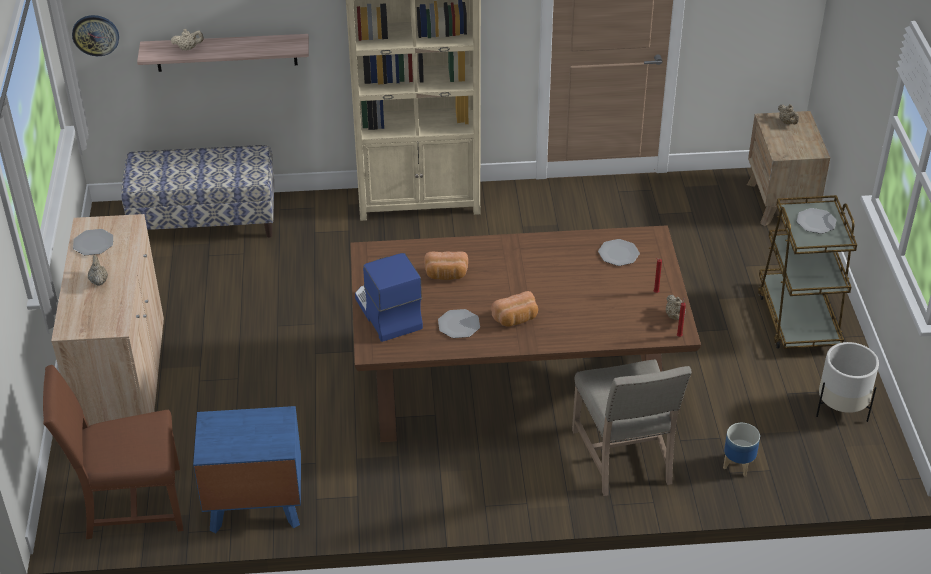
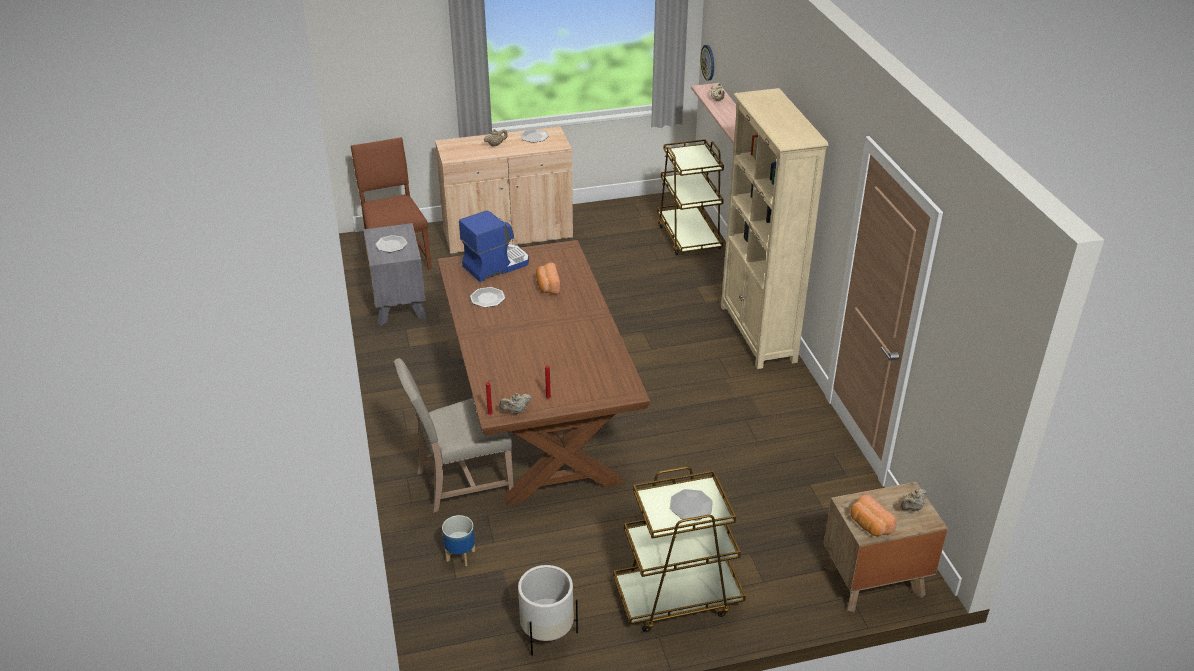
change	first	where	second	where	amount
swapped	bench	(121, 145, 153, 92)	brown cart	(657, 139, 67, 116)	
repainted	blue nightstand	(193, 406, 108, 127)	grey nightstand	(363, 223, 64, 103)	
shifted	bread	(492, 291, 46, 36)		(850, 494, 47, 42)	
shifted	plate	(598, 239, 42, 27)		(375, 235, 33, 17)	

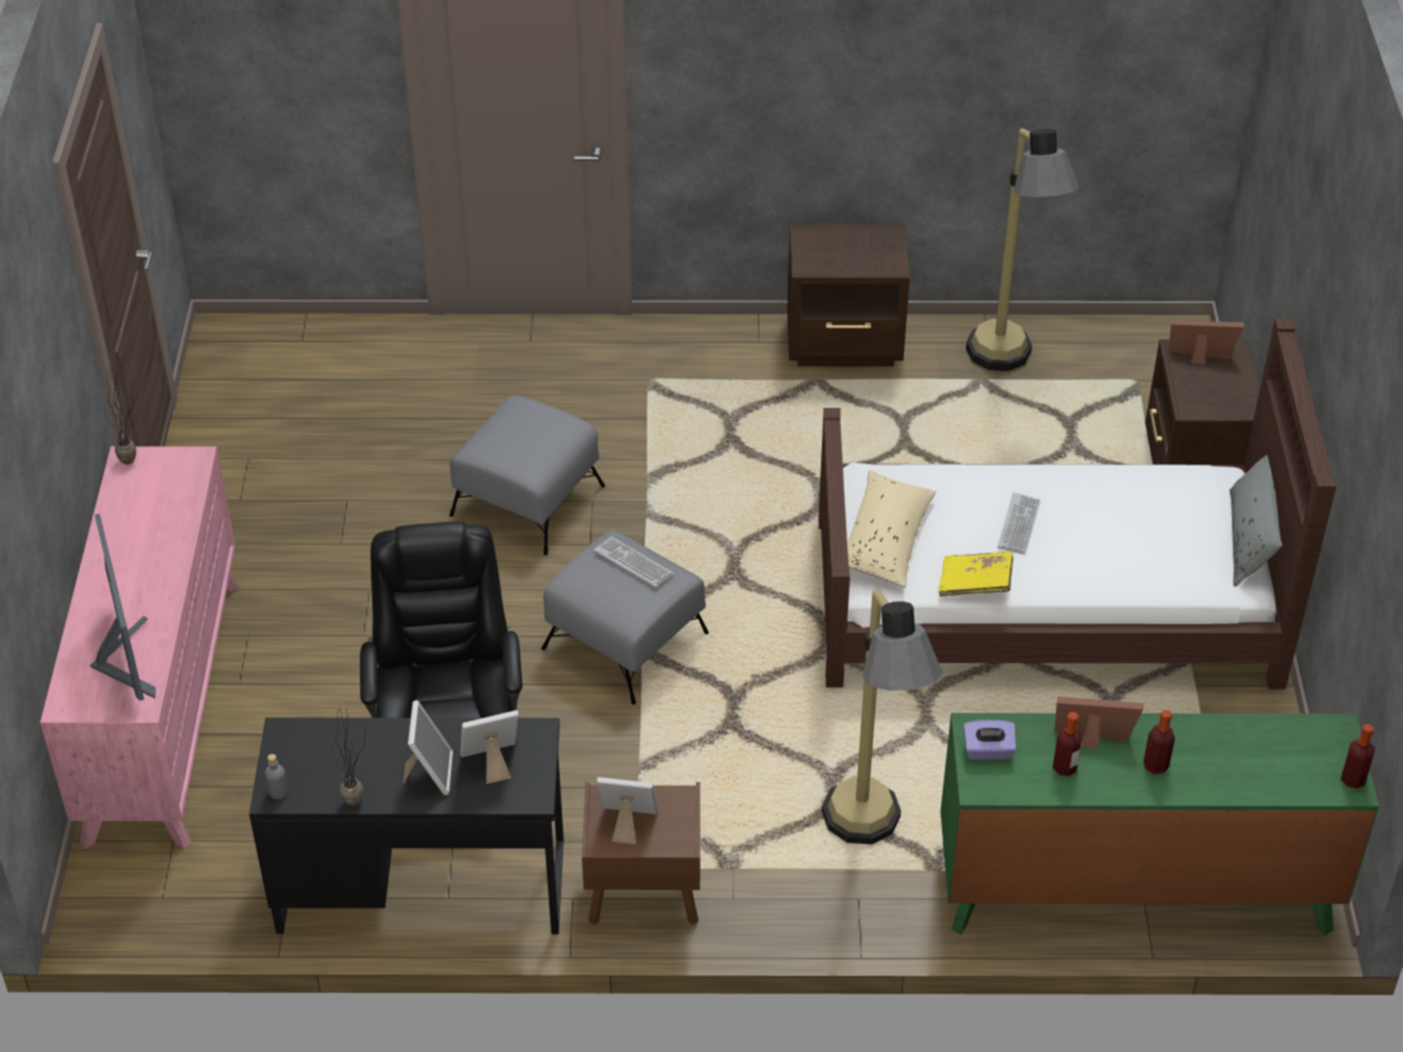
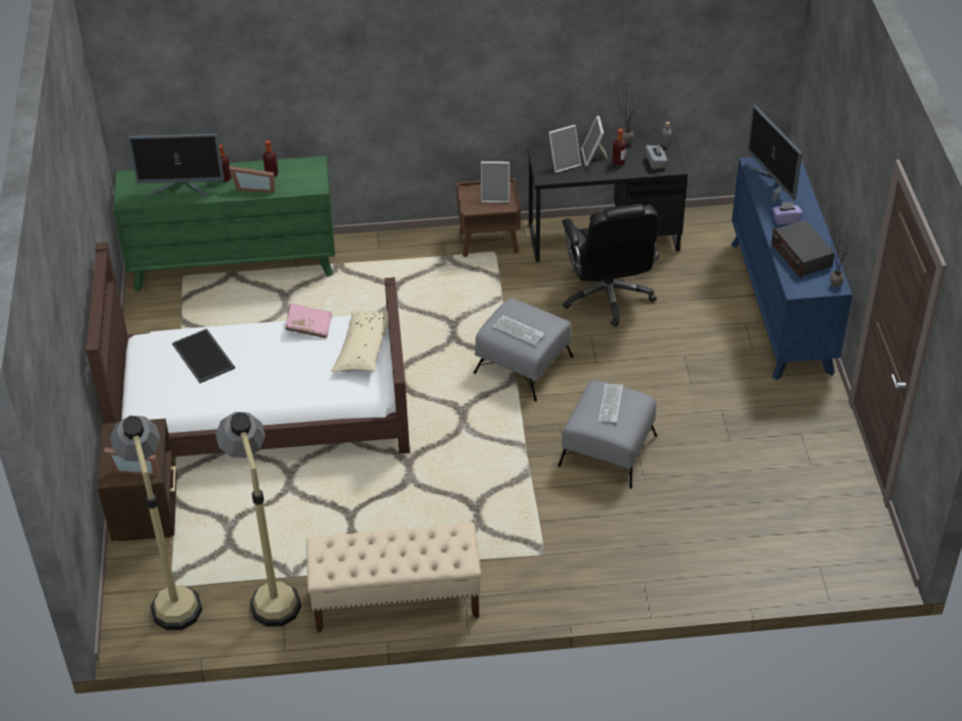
change	first	where	second	where	amount
repainted	pink dresser	(40, 446, 200, 403)	blue dresser	(731, 157, 122, 223)	
swapped	brown nightstand	(787, 225, 123, 141)	beige bench	(306, 523, 175, 109)	
shifted	floor lamp	(822, 589, 121, 255)		(110, 416, 93, 214)	
repainted	yellow book	(938, 551, 75, 45)	pink book	(285, 303, 47, 35)	
shifted	purple tissue box	(963, 720, 53, 40)		(772, 202, 31, 23)	
shifted	keyboard	(997, 492, 43, 63)		(598, 384, 25, 39)	
gone	grey pillow	(1230, 455, 52, 132)			
shifted	bottle	(1341, 724, 34, 65)		(612, 129, 14, 37)	
new			monitor	(128, 134, 96, 63)	
new			tray	(172, 329, 63, 54)	
new			grey tissue box	(646, 143, 21, 26)	
new			radio	(771, 220, 64, 59)	

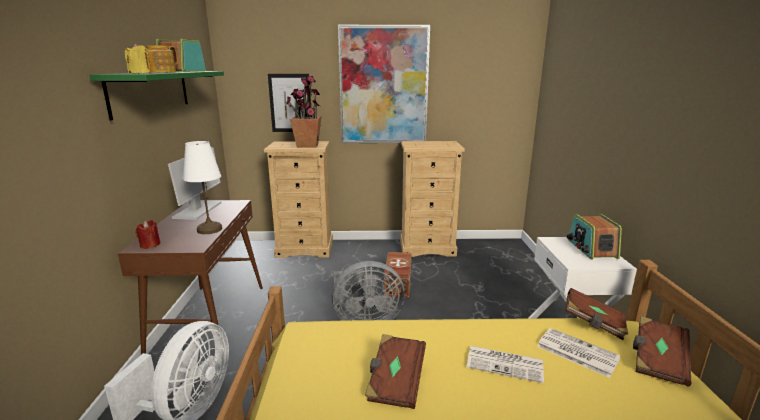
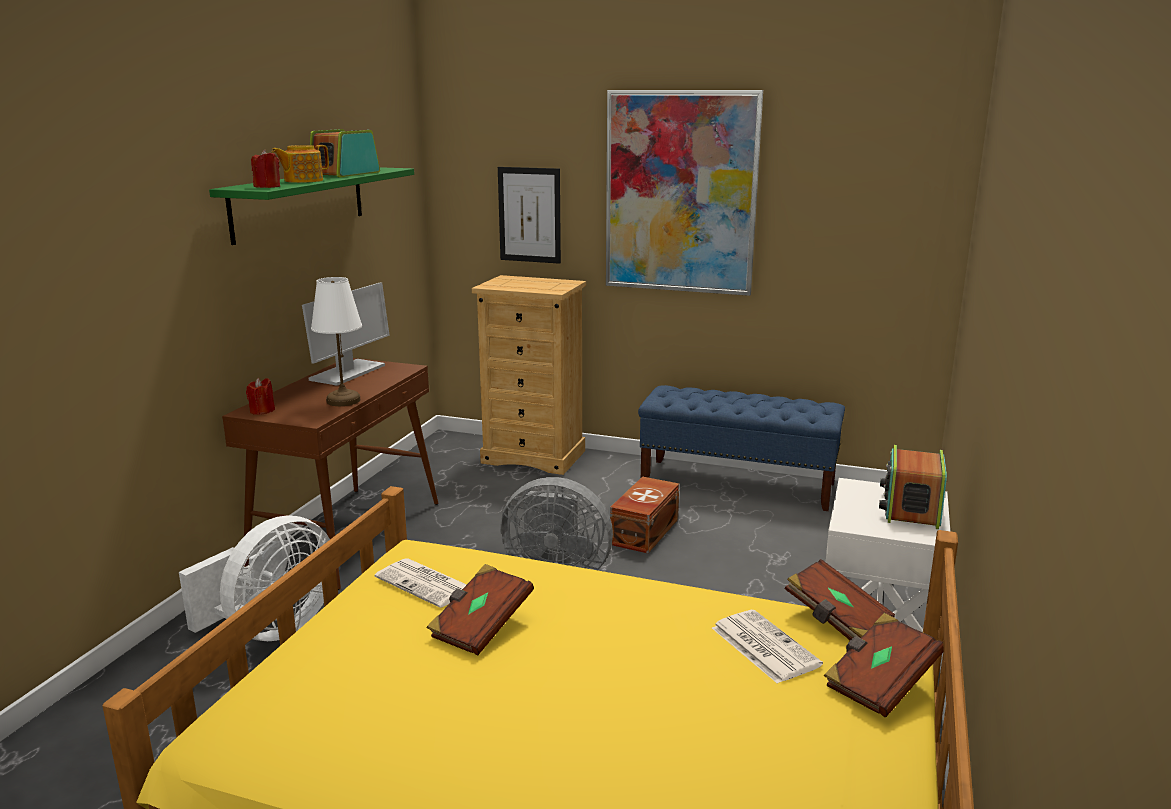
change	first	where	second	where	amount
repainted	yellow candle	(124, 44, 26, 29)	red candle	(251, 150, 29, 38)	
gone	potted plant	(286, 76, 35, 72)			
swapped	beige dresser	(400, 141, 65, 116)	blue bench	(638, 385, 207, 126)	
shifted	newspaper	(467, 346, 77, 37)		(375, 558, 92, 50)	

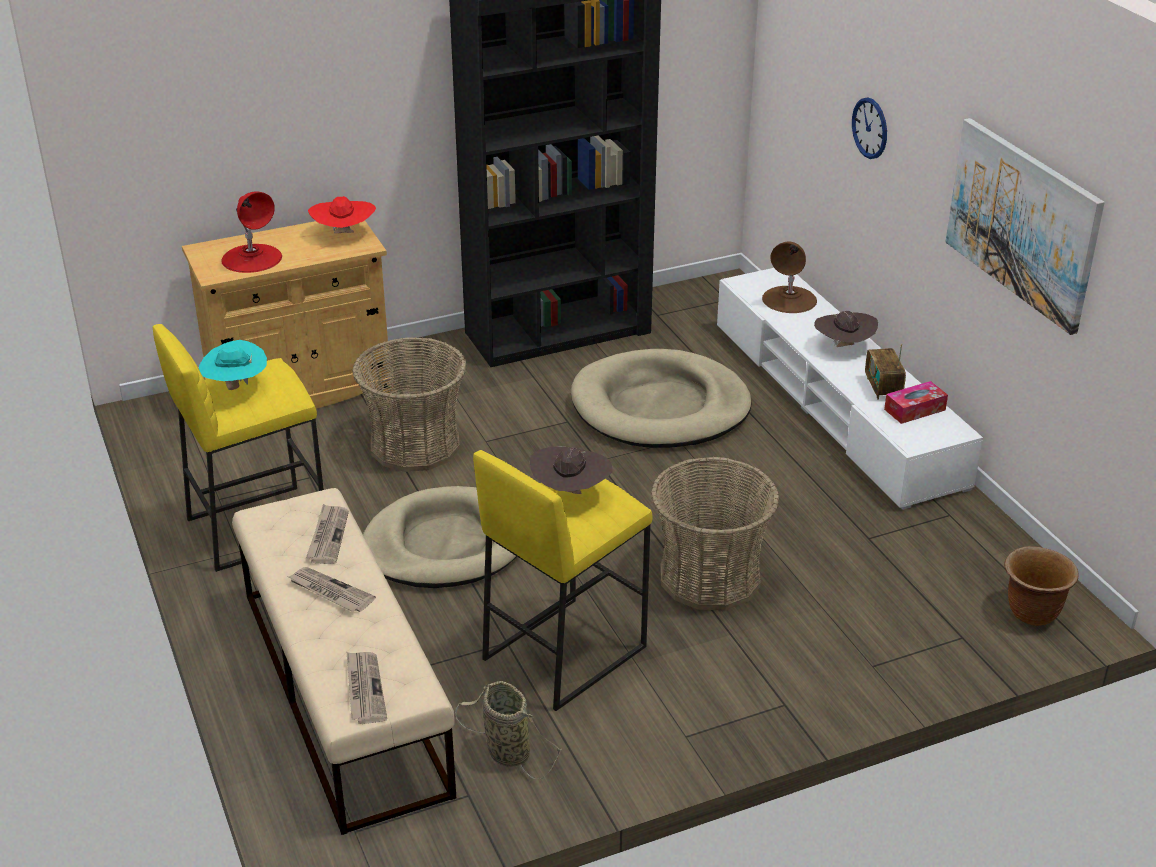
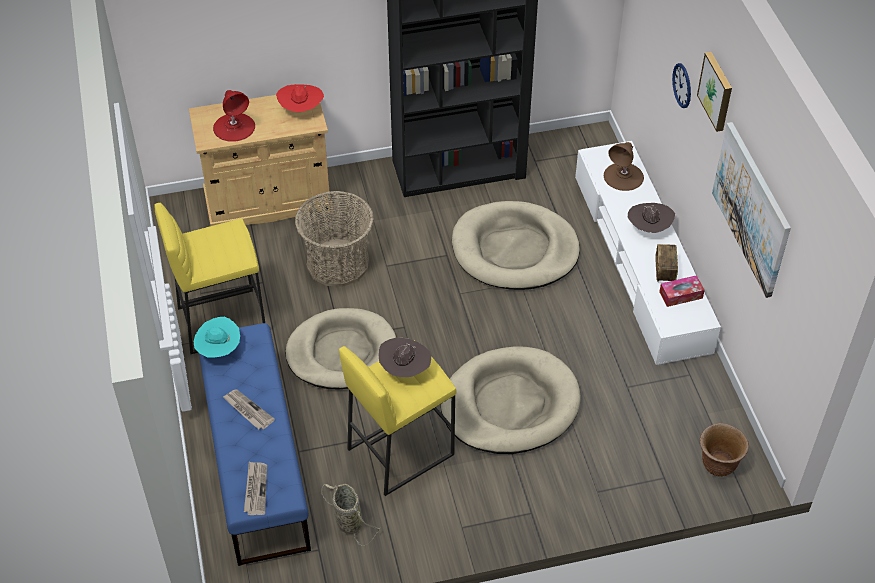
change	first	where	second	where	amount
shifted	turquoise hat	(199, 340, 68, 50)		(194, 317, 46, 41)	
repainted	beige bench	(232, 488, 224, 347)	blue bench	(199, 323, 112, 243)	
gone	newspaper	(306, 504, 43, 60)			
swapped	basket	(651, 457, 128, 153)	beige dog bed	(441, 346, 140, 108)	
new			picture	(697, 52, 35, 80)	

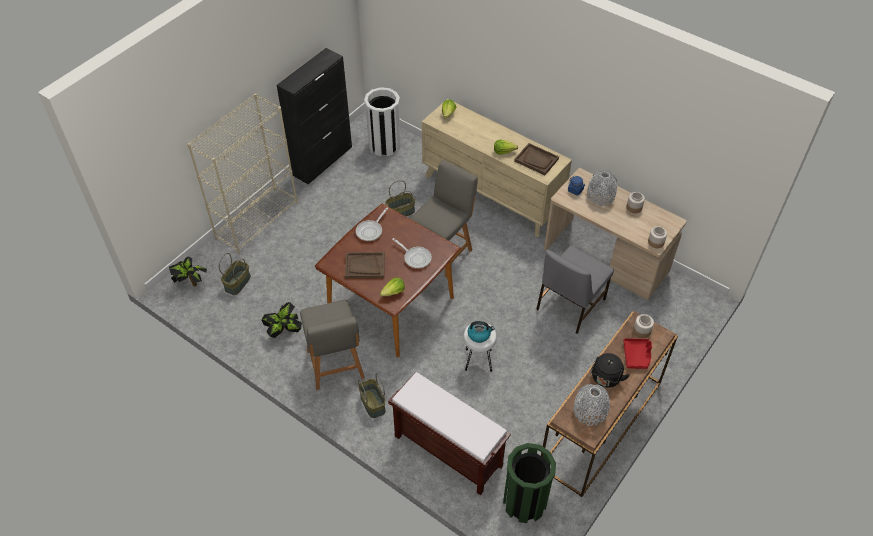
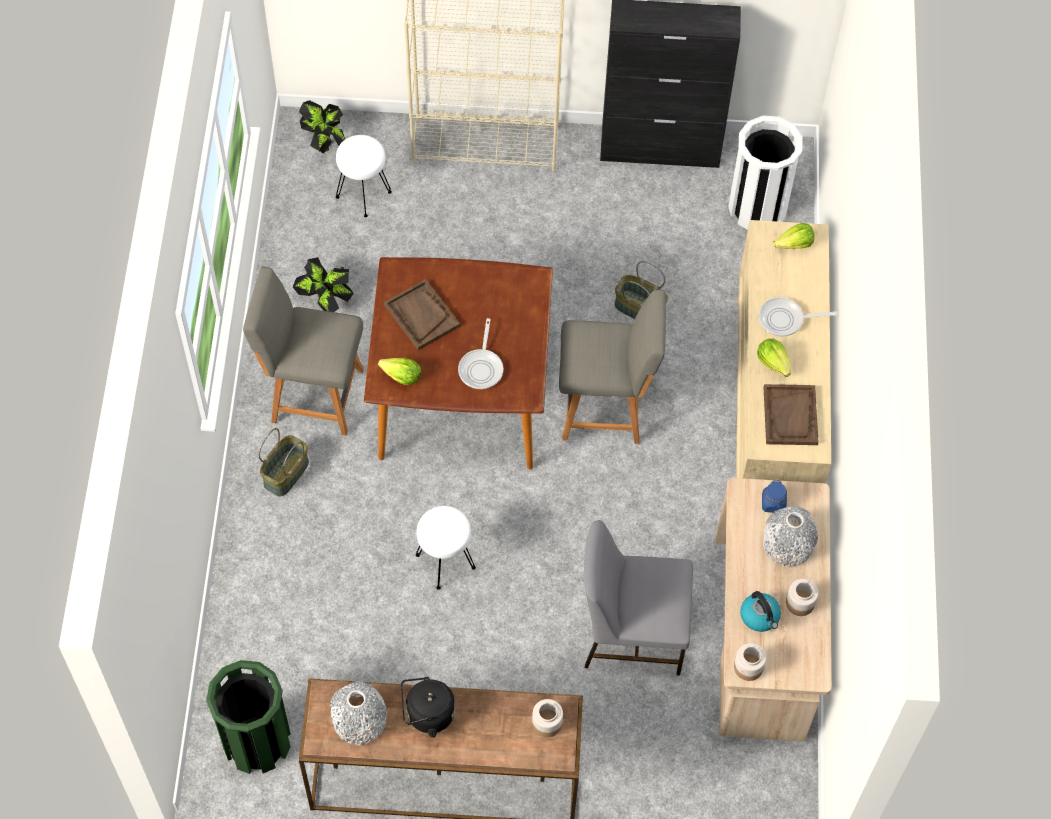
change	first	where	second	where	amount
swapped	basket	(219, 253, 32, 42)	white stool	(336, 135, 56, 82)	
rotated	grey chair	(300, 300, 65, 90)		(243, 267, 121, 169)	60 degrees clockwise
shifted	frying pan	(356, 208, 32, 33)		(759, 297, 79, 40)	
gone	brown bench	(388, 372, 123, 123)			
shifted	kettle	(468, 321, 27, 22)		(740, 591, 41, 41)	
gone	red tray	(623, 338, 29, 31)			

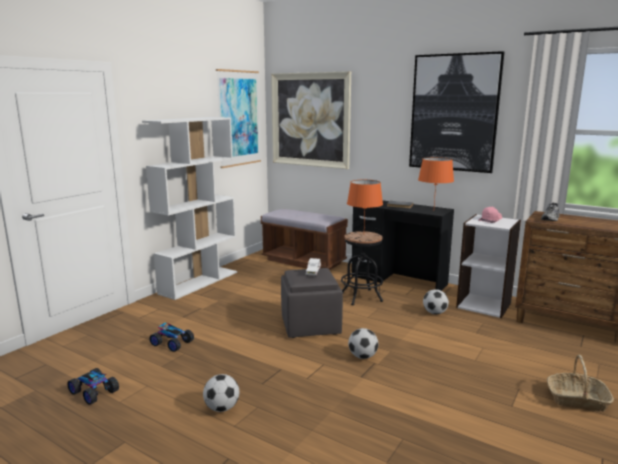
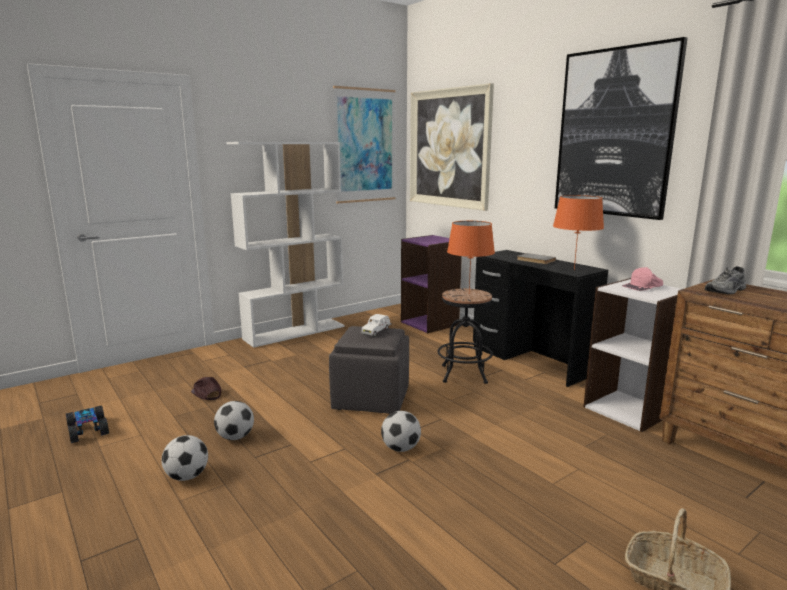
change	first	where	second	where	amount
swapped	toy car	(149, 323, 45, 29)	brown cap	(191, 377, 30, 23)	
swapped	brown bench	(261, 209, 87, 61)	purple bookcase	(401, 235, 61, 98)	
shifted	football	(423, 289, 26, 25)		(214, 401, 40, 39)	

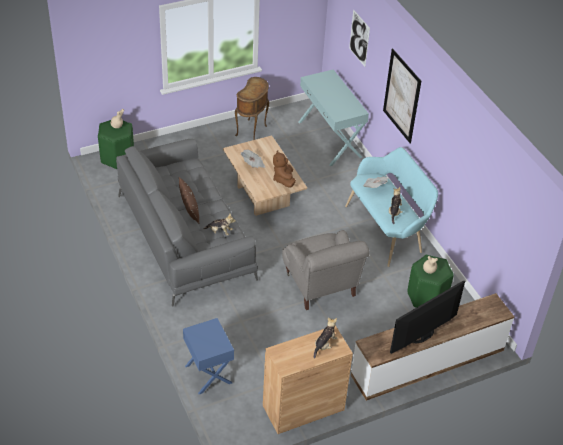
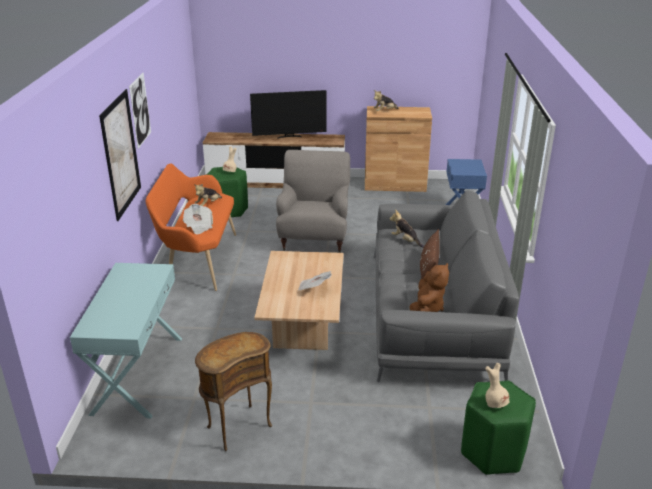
change	first	where	second	where	amount
shifted	brown plush toy	(273, 150, 23, 38)		(409, 263, 40, 49)	
repainted	turquoise bench	(345, 147, 93, 120)	orange bench	(146, 164, 90, 127)	
shifted	picture	(349, 9, 21, 58)		(129, 72, 22, 77)	

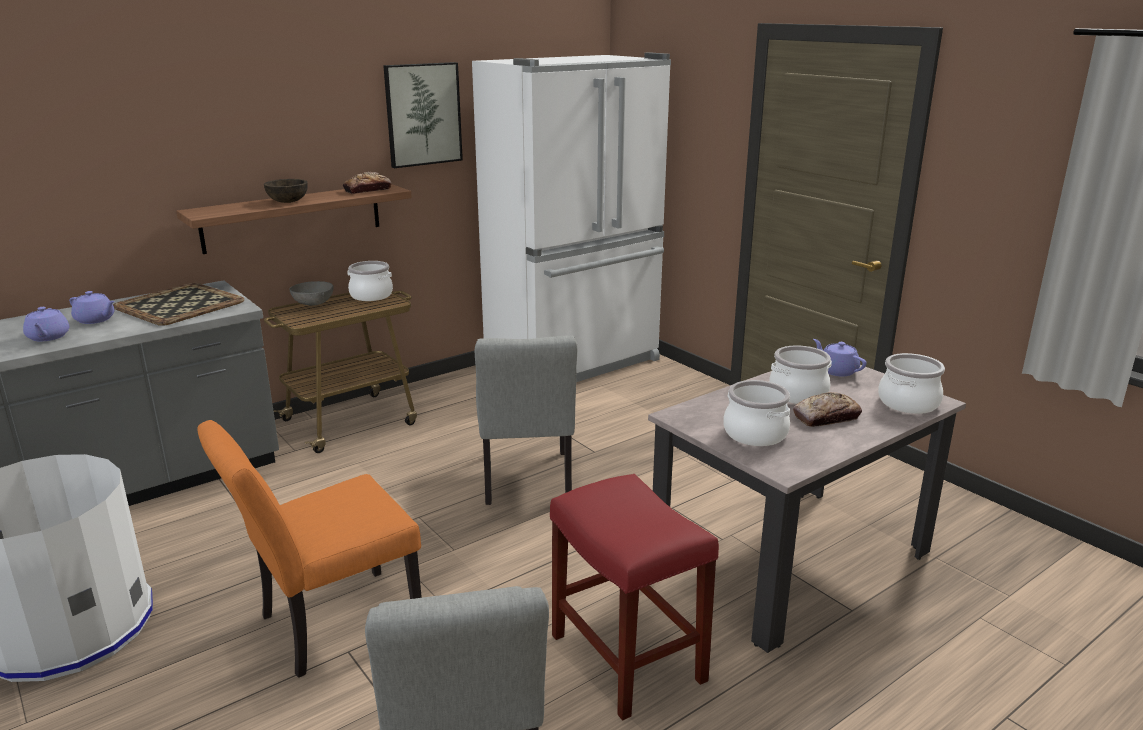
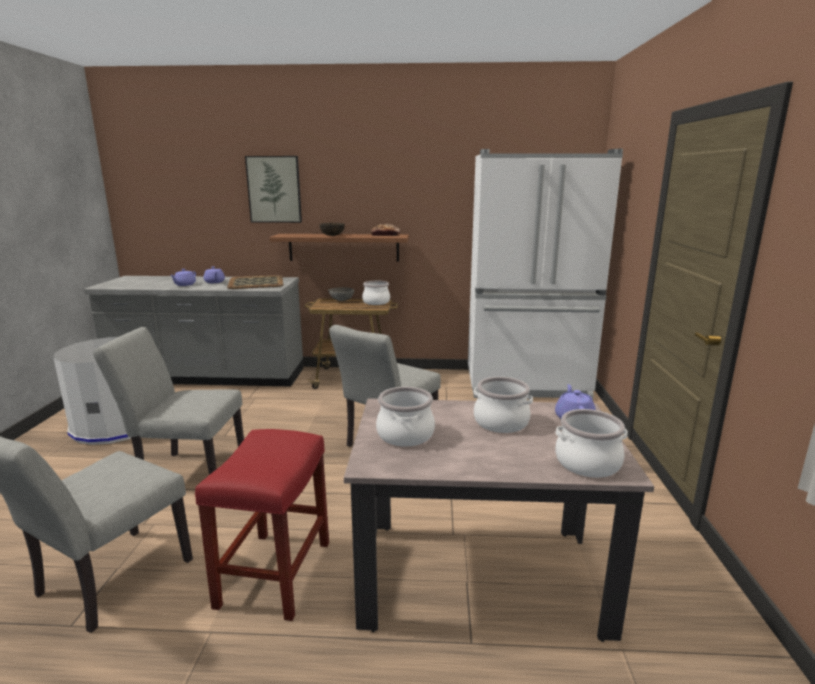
change	first	where	second	where	amount
repainted	orange chair	(197, 420, 225, 258)	grey chair	(93, 327, 151, 148)	
shifted	picture	(383, 62, 80, 106)		(245, 156, 57, 67)	
gone	bread	(793, 392, 69, 35)			

